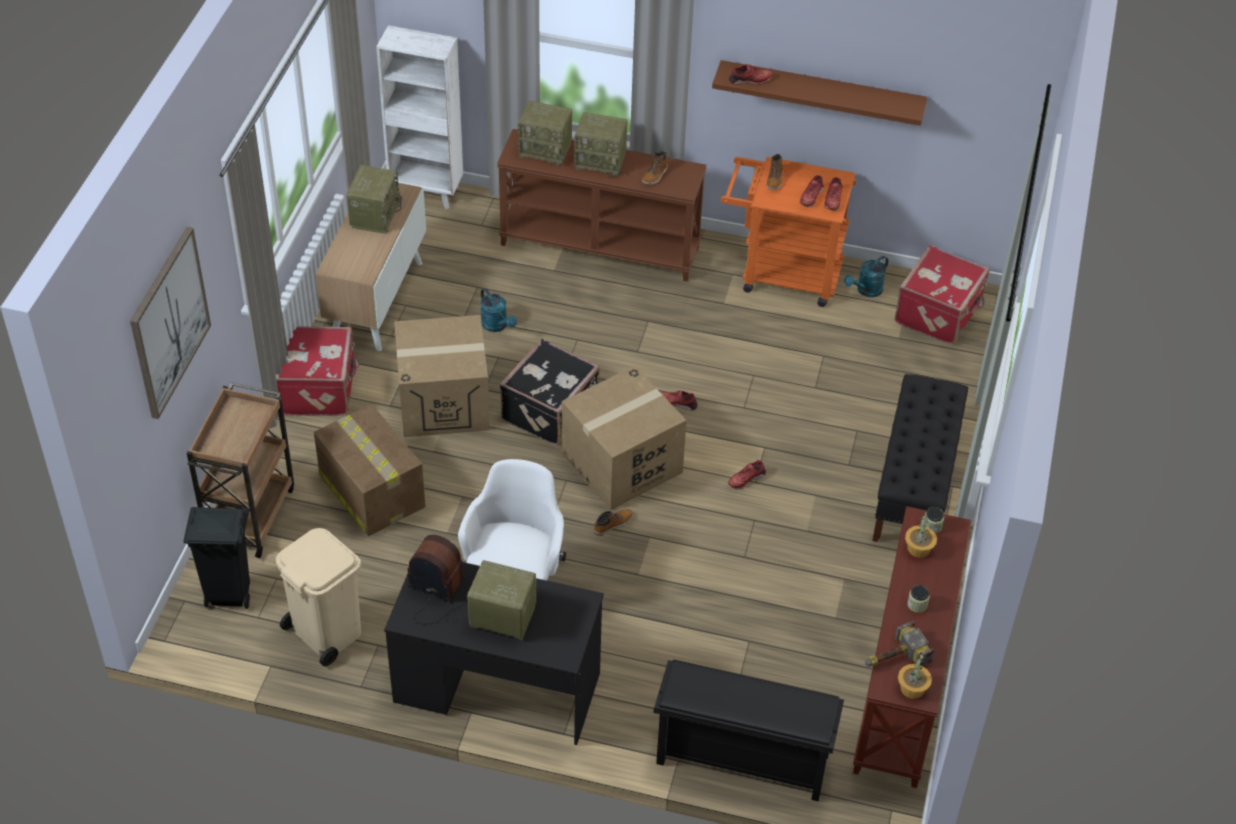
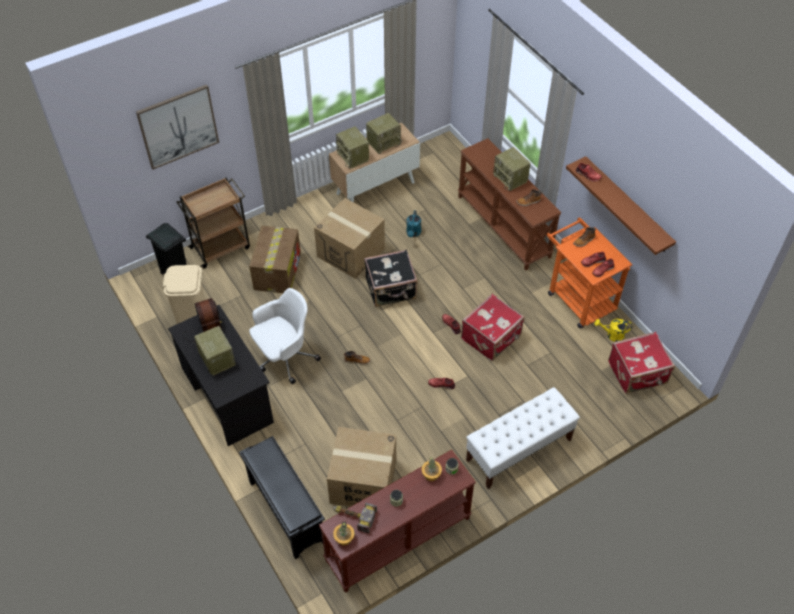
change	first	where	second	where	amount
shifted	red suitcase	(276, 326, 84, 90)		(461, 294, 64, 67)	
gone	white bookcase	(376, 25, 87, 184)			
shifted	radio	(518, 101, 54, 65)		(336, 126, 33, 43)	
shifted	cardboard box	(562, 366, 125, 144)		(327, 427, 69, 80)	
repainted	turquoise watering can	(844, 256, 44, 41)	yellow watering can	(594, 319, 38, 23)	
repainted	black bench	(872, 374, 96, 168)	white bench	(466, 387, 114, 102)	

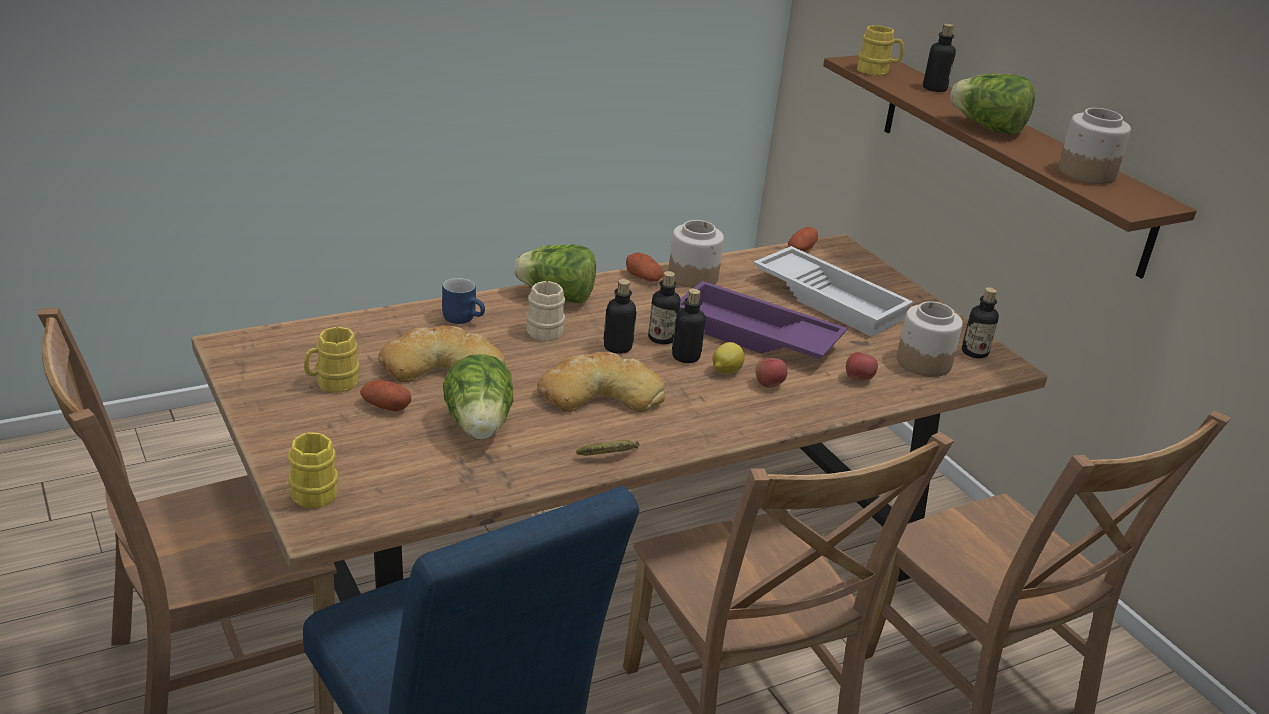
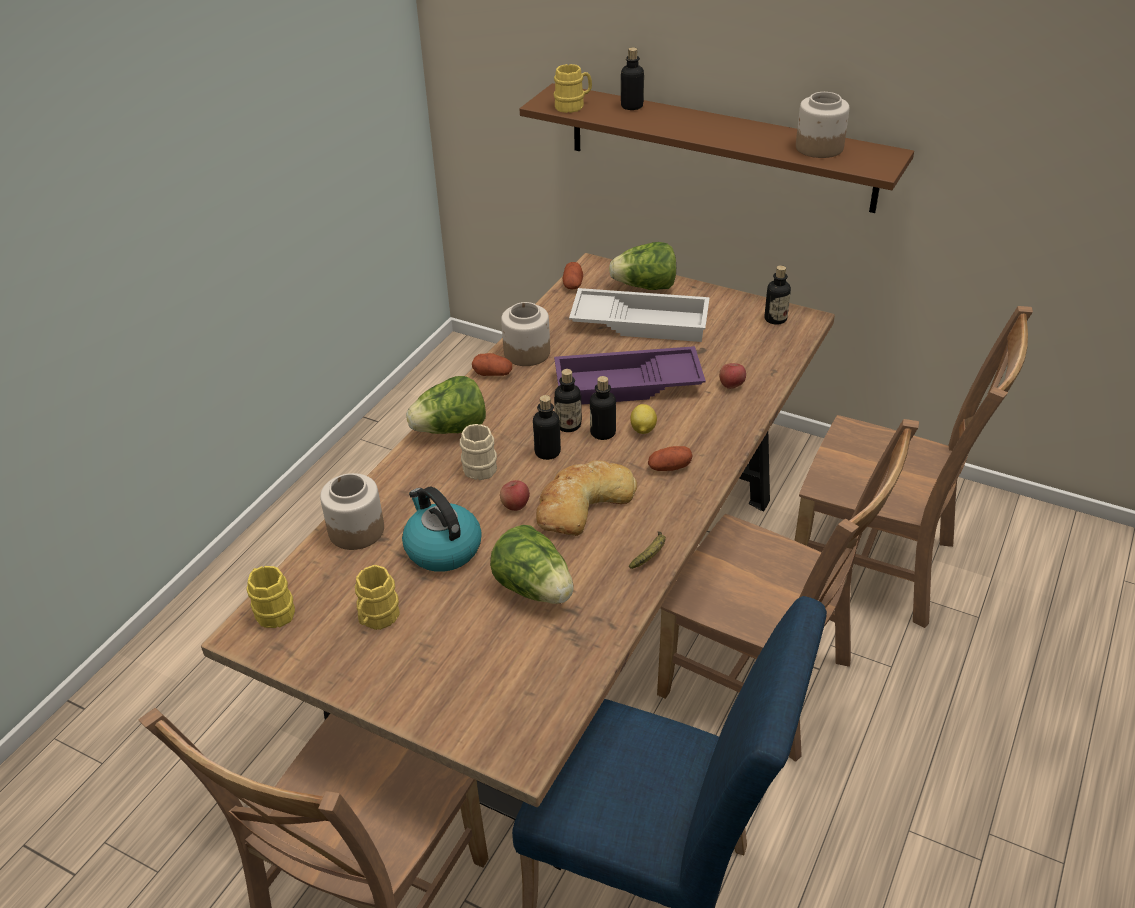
change	first	where	second	where	amount
shifted	yellow mug	(288, 432, 50, 76)		(246, 566, 49, 62)	
shifted	potato	(360, 380, 51, 32)		(648, 446, 45, 25)	
swapped	bread	(378, 325, 127, 57)	kettle	(402, 486, 80, 86)	
gone	blue mug	(442, 278, 43, 46)			
shifted	apple	(755, 358, 33, 30)		(500, 480, 30, 31)	
shifted	jar	(897, 302, 66, 75)		(320, 473, 64, 77)	
shifted	lettuce	(950, 74, 85, 62)		(609, 242, 67, 48)	

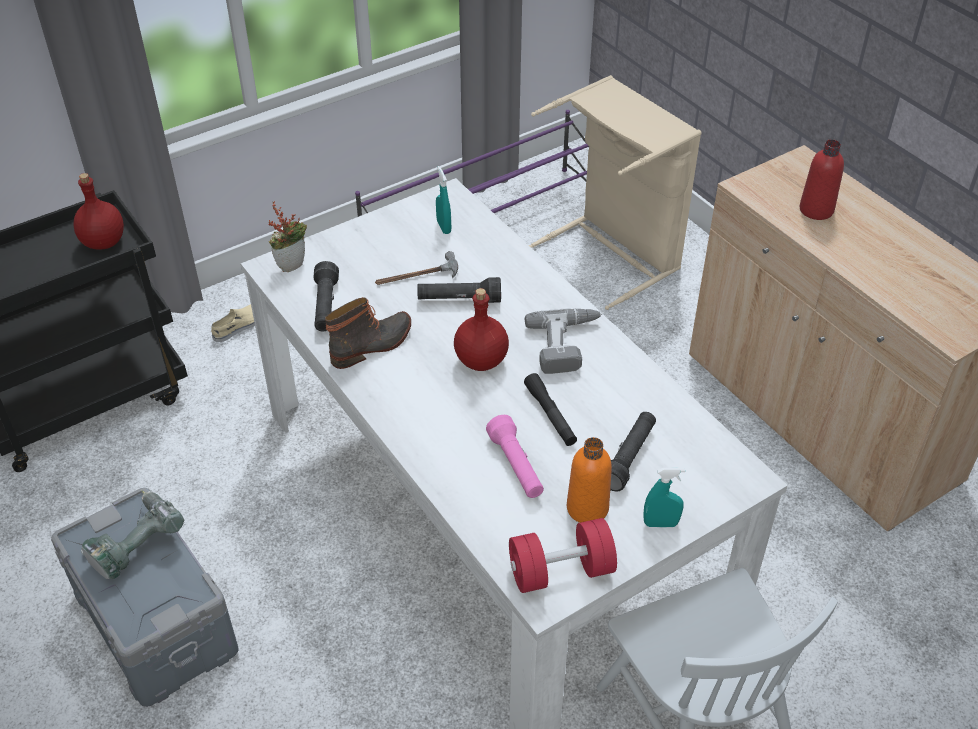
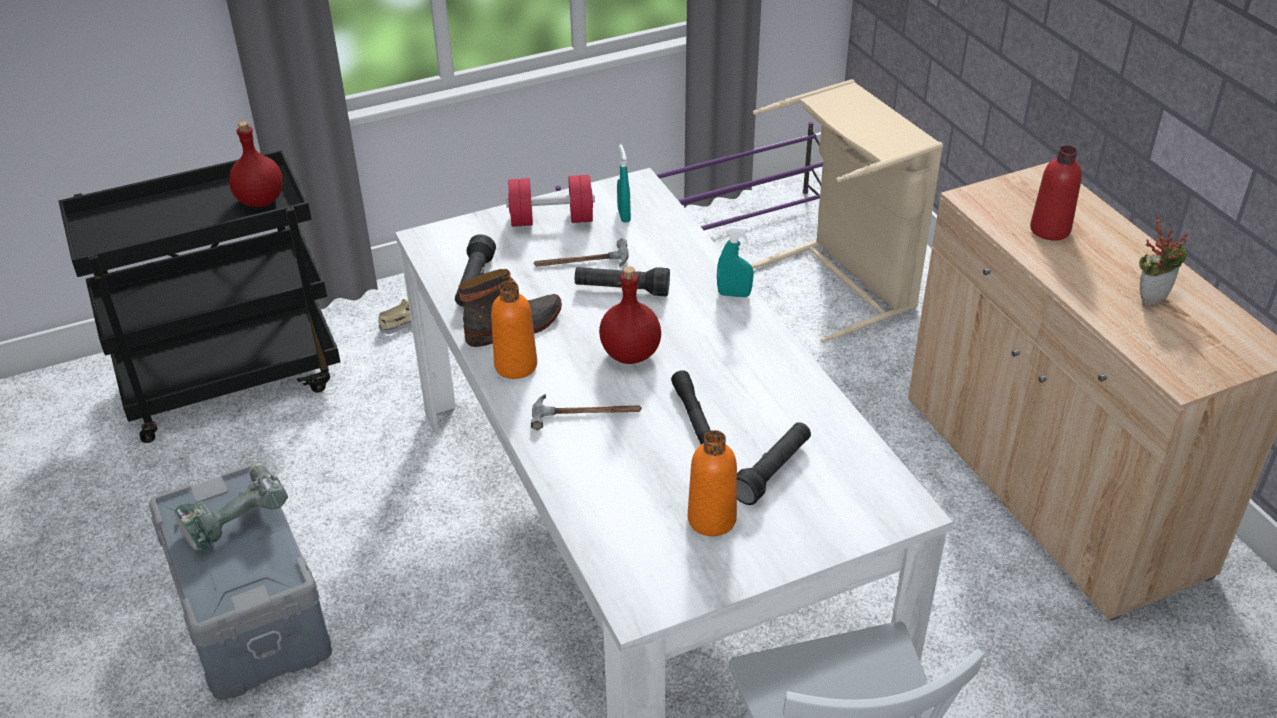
change	first	where	second	where	amount
shifted	potted plant	(269, 201, 38, 71)		(1139, 216, 50, 90)	
gone	pink flashlight	(486, 415, 58, 83)			
shifted	red dumbbell	(509, 518, 108, 75)		(506, 175, 89, 52)	
gone	power drill	(525, 309, 77, 65)			
shifted	turquoise spray bottle	(643, 468, 42, 59)		(717, 226, 36, 72)	
new			orange bottle	(491, 281, 46, 98)	
new			hammer	(531, 394, 111, 37)	

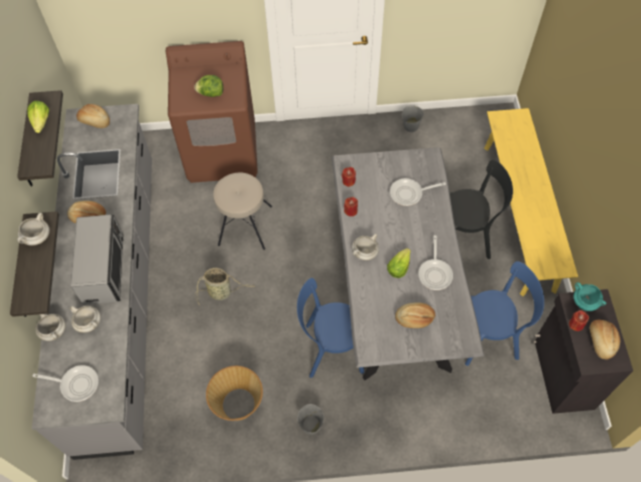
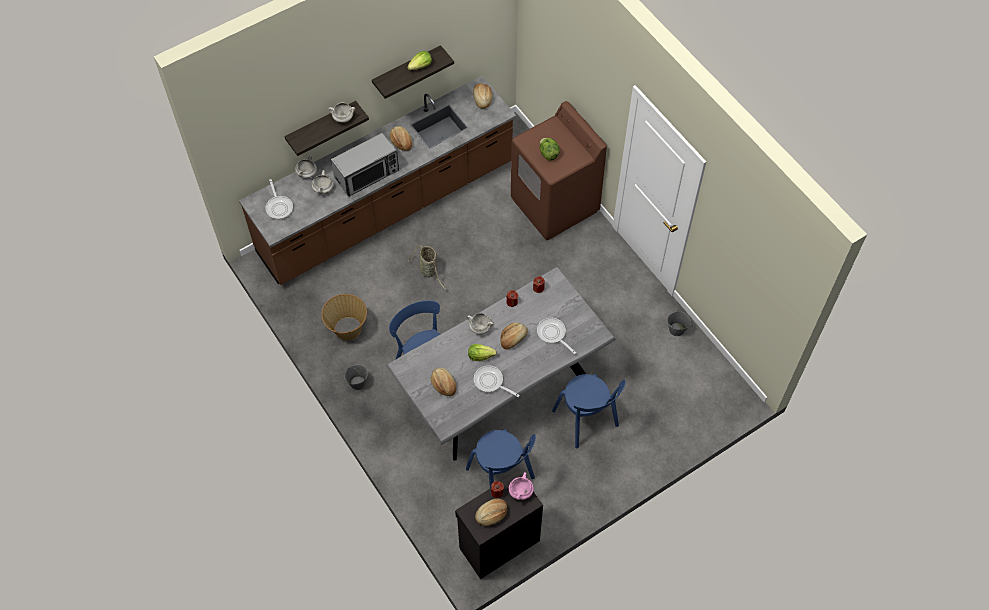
change	first	where	second	where	amount
repainted	grey counter	(32, 104, 120, 356)	brown counter	(239, 76, 277, 209)	
gone	beige stool	(213, 173, 59, 77)			
rotated	frying pan	(418, 235, 35, 55)		(474, 365, 46, 32)	60 degrees clockwise
repainted	black chair	(450, 160, 63, 99)	blue chair	(552, 374, 74, 74)	
gone	yellow bench	(484, 108, 94, 188)			
repainted	turquoise cooking pot	(574, 282, 32, 29)	pink cooking pot	(509, 472, 25, 28)	
new			bread	(500, 322, 28, 28)	

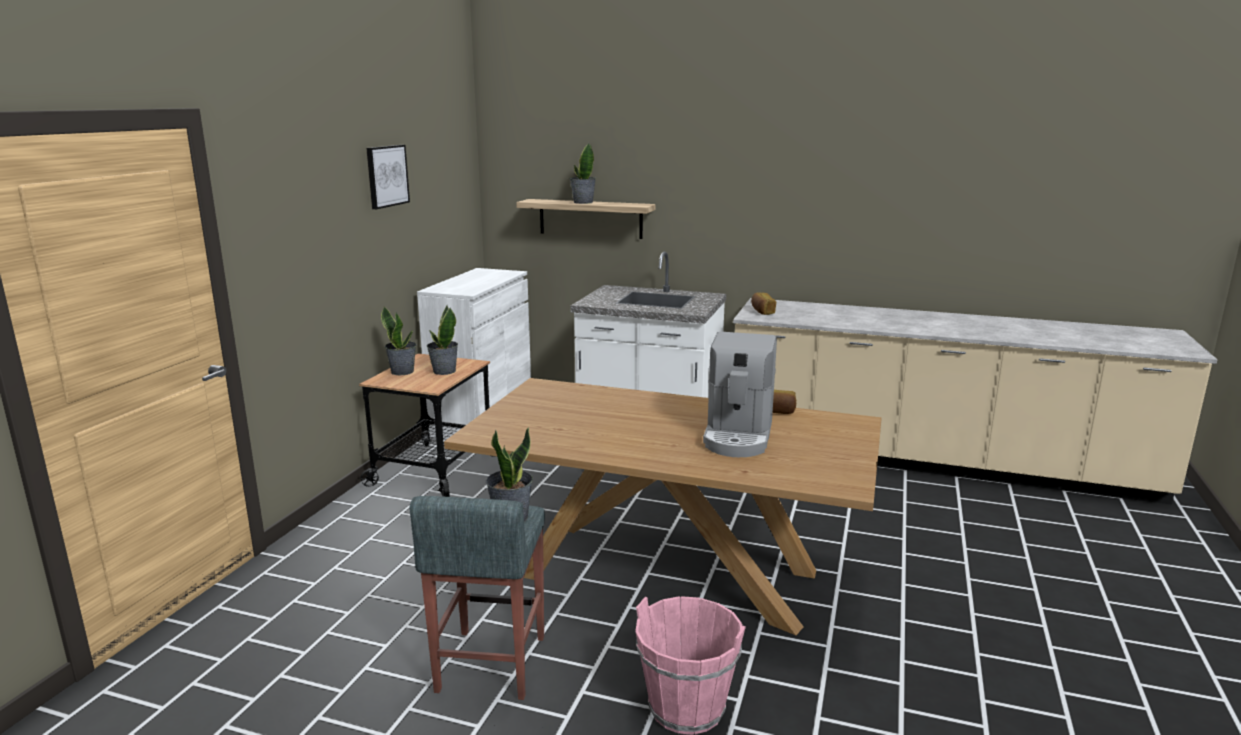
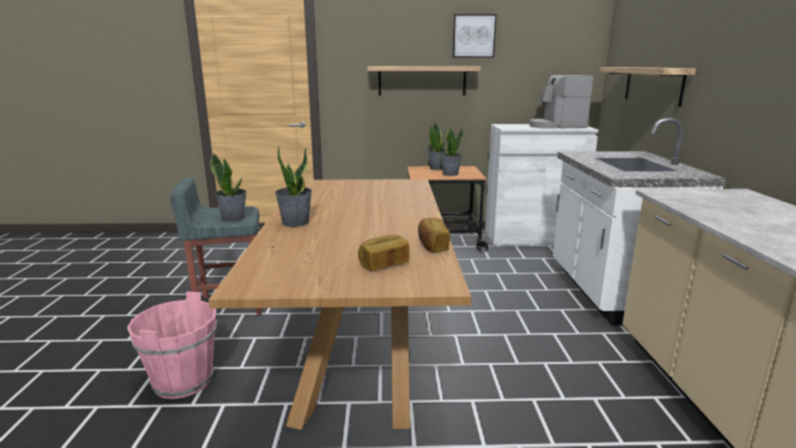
change	first	where	second	where	amount
shifted	potted plant	(569, 143, 27, 61)		(275, 146, 37, 81)	
shifted	coffee machine	(703, 332, 74, 125)		(529, 75, 65, 54)	
shifted	bread	(751, 292, 25, 23)		(358, 235, 51, 36)	
new			shelf	(367, 66, 114, 29)	

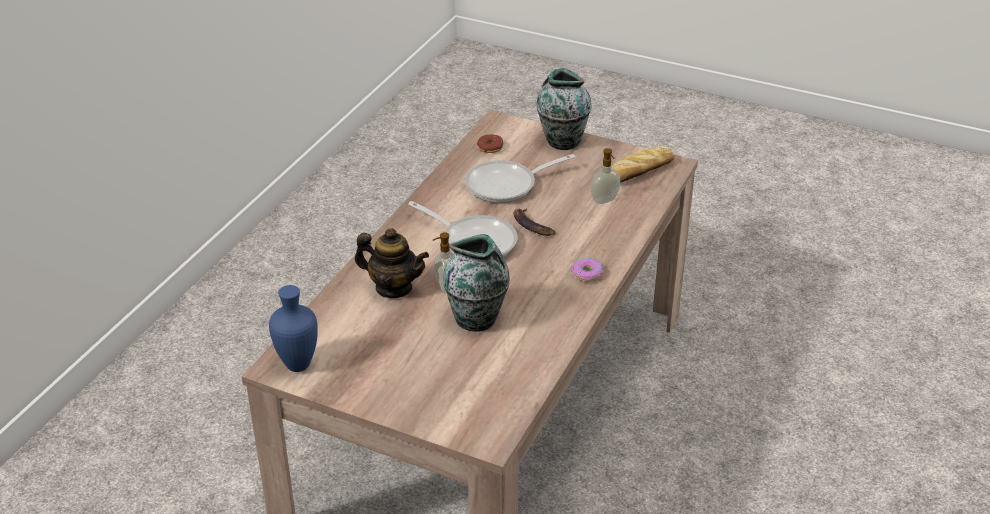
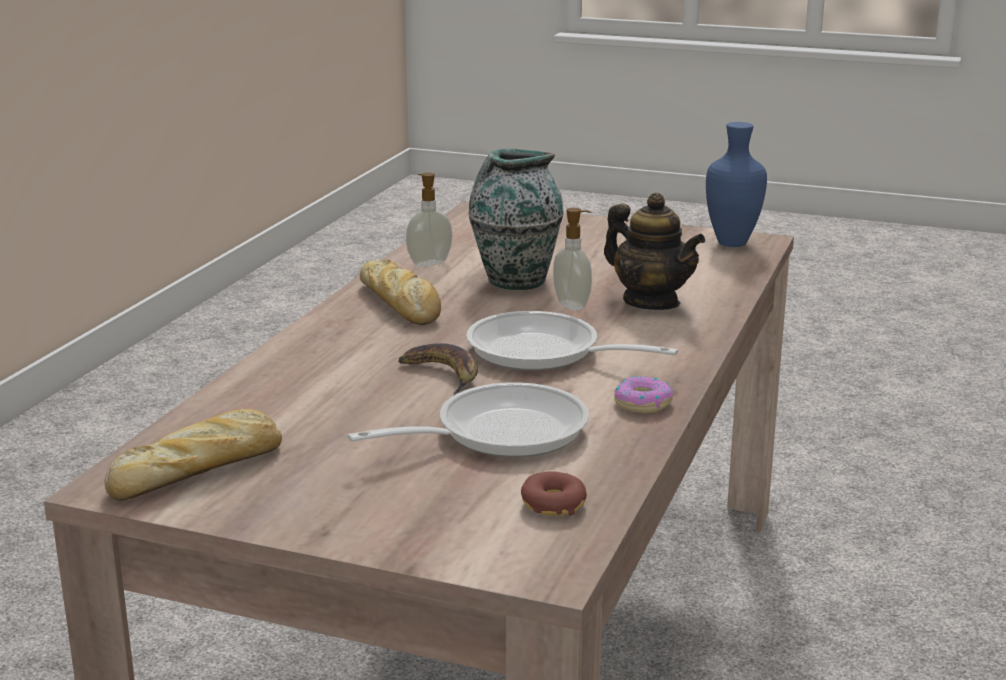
change	first	where	second	where	amount
rotated	teapot	(355, 228, 74, 70)		(604, 193, 101, 117)	150 degrees counterclockwise
gone	vase	(537, 68, 55, 82)			
shifted	donut	(571, 257, 32, 25)		(614, 376, 60, 37)	
shifted	soap dispenser	(591, 148, 29, 56)		(406, 172, 46, 95)	
new			bread	(360, 259, 81, 66)	

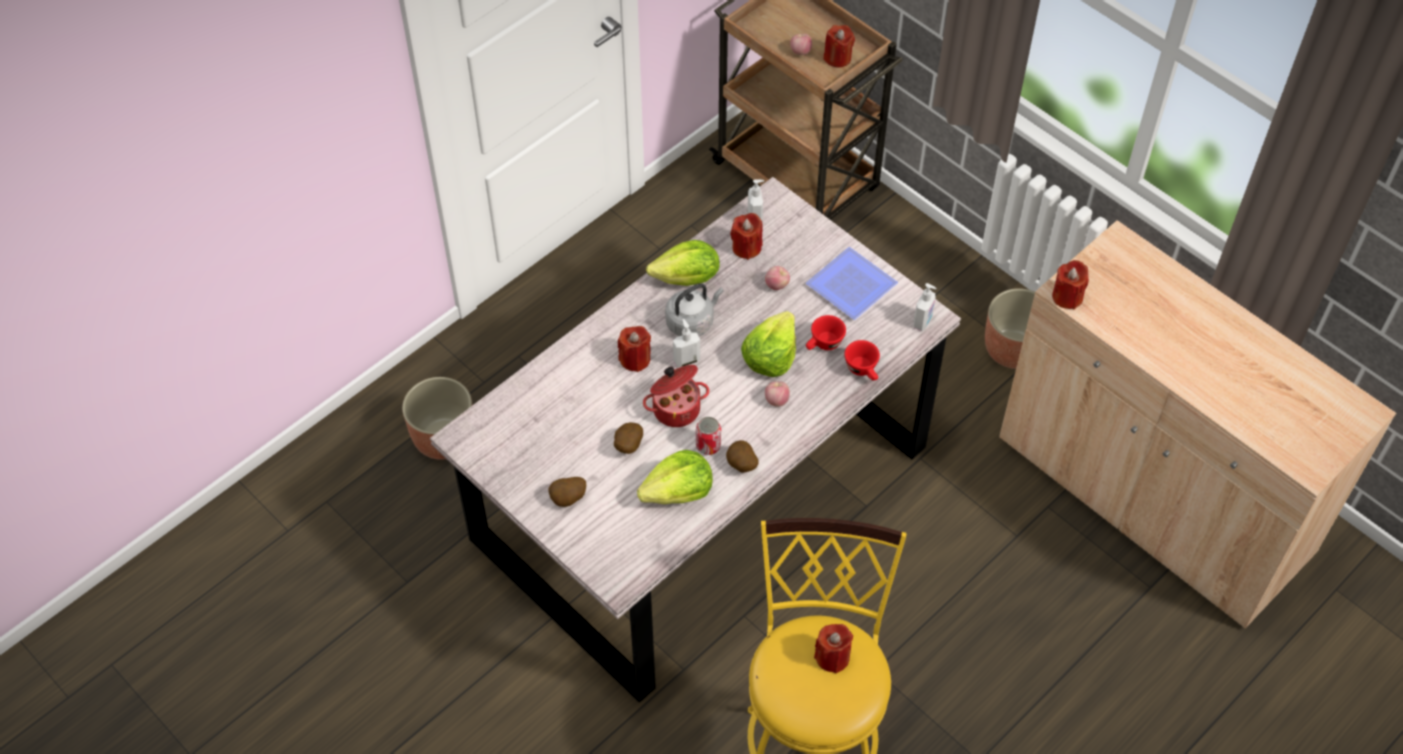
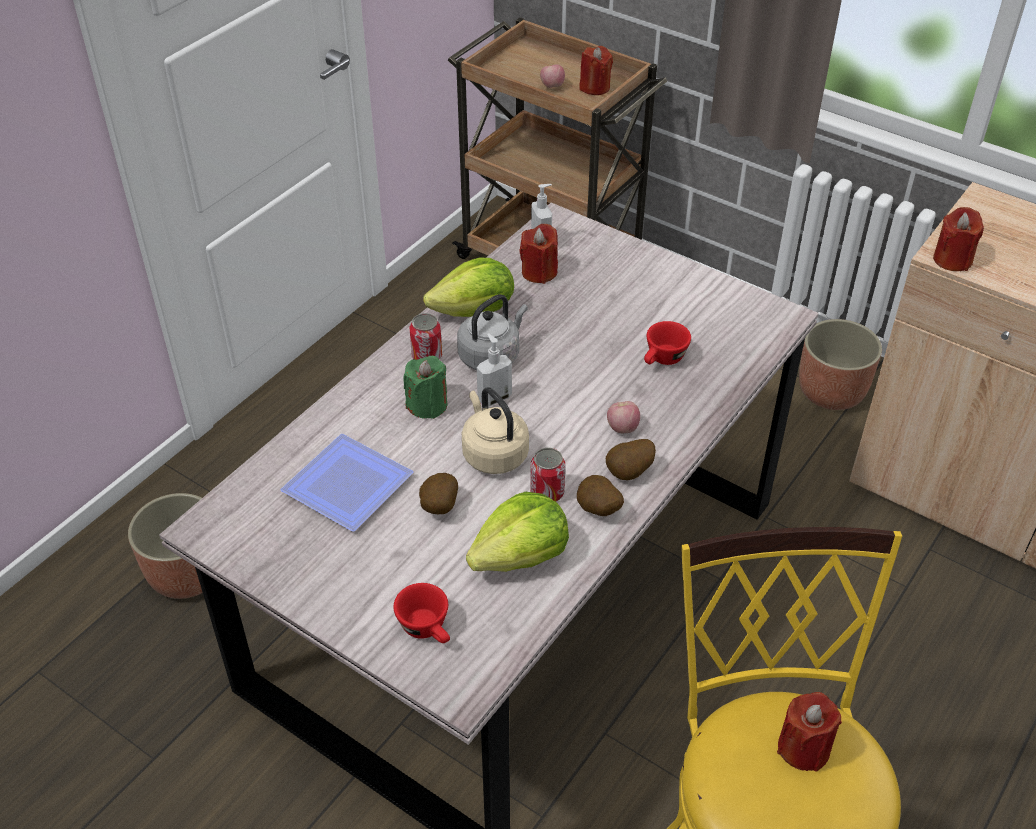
change	first	where	second	where	amount
shifted	potato	(548, 477, 38, 30)		(606, 439, 50, 41)	
repainted	red candle	(618, 326, 33, 46)	green candle	(403, 356, 45, 63)	
swapped	cooking pot	(643, 365, 66, 62)	beige kettle	(462, 388, 67, 86)	
gone	lettuce	(741, 311, 55, 66)			
gone	apple	(765, 266, 25, 24)			
shifted	plate	(806, 247, 92, 73)		(280, 434, 134, 98)	
shifted	red cup	(845, 340, 35, 40)		(393, 583, 57, 60)	
gone	soap dispenser	(913, 283, 24, 48)			
new			can	(410, 313, 32, 47)	

